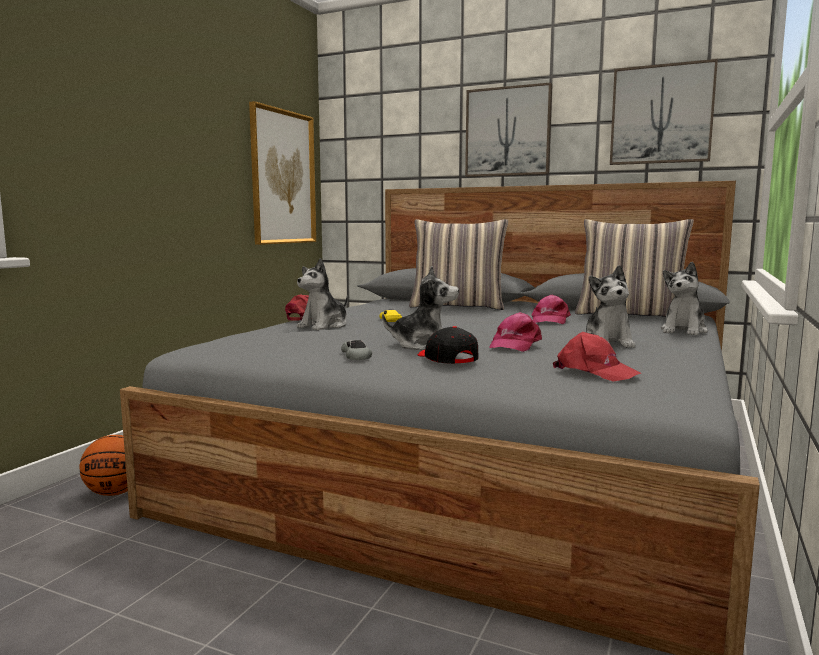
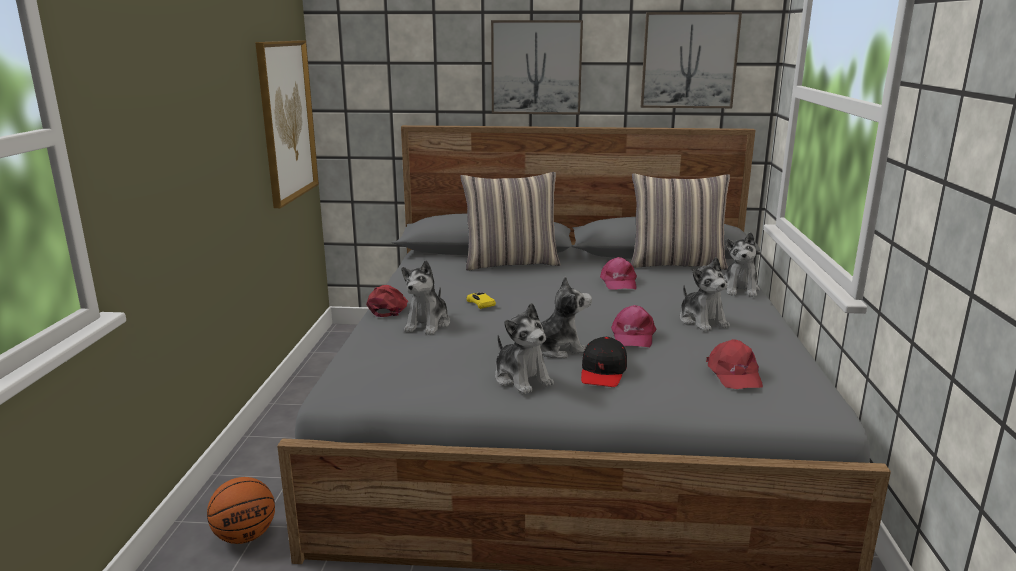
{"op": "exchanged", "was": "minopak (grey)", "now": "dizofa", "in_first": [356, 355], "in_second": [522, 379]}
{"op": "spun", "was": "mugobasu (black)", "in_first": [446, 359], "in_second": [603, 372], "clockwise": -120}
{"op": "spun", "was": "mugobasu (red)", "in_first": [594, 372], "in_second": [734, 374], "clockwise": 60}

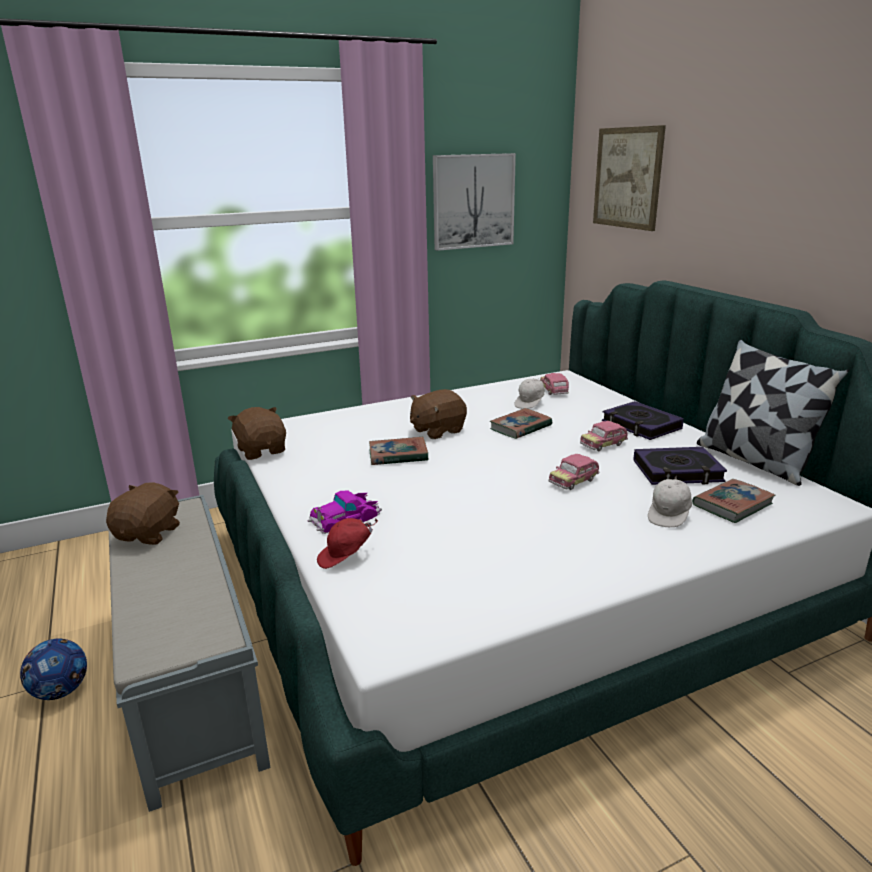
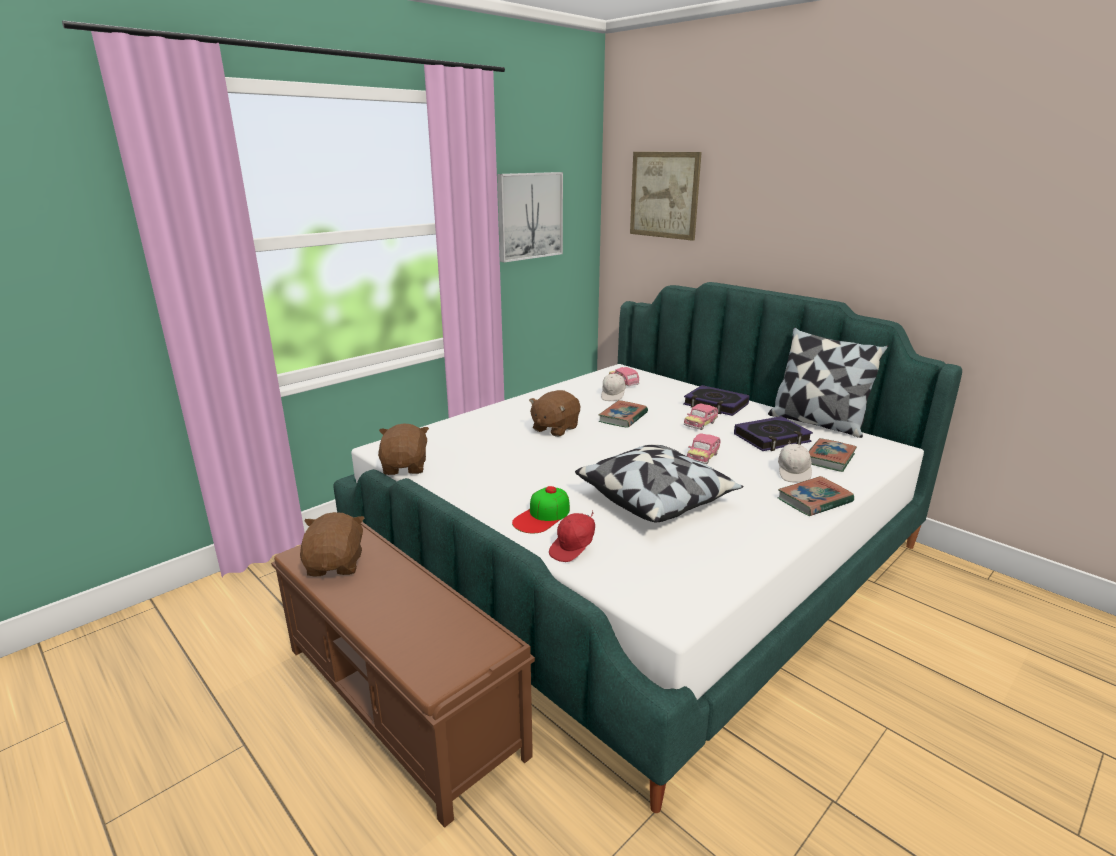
{"op": "missing", "was": "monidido", "in_first": [61, 691]}
{"op": "appeared", "now": "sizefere", "in_second": [656, 499]}
{"op": "relocated", "was": "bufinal", "in_first": [398, 455], "in_second": [814, 500]}
{"op": "exchanged", "was": "minopak", "now": "mugobasu", "in_first": [345, 518], "in_second": [542, 516]}
{"op": "colour", "was": "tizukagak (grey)", "now": "tizukagak (brown)", "in_first": [191, 679], "in_second": [402, 700]}
{"op": "spun", "was": "dizofa (brown)", "in_first": [262, 450], "in_second": [405, 467], "clockwise": 45}

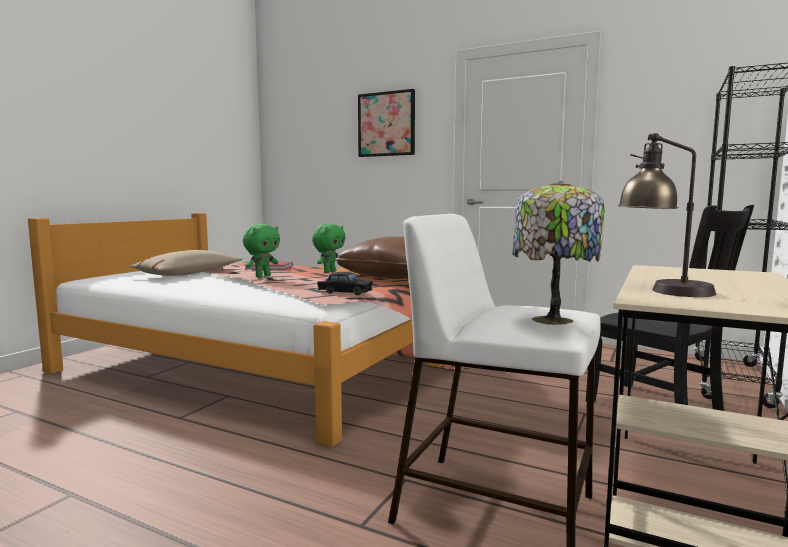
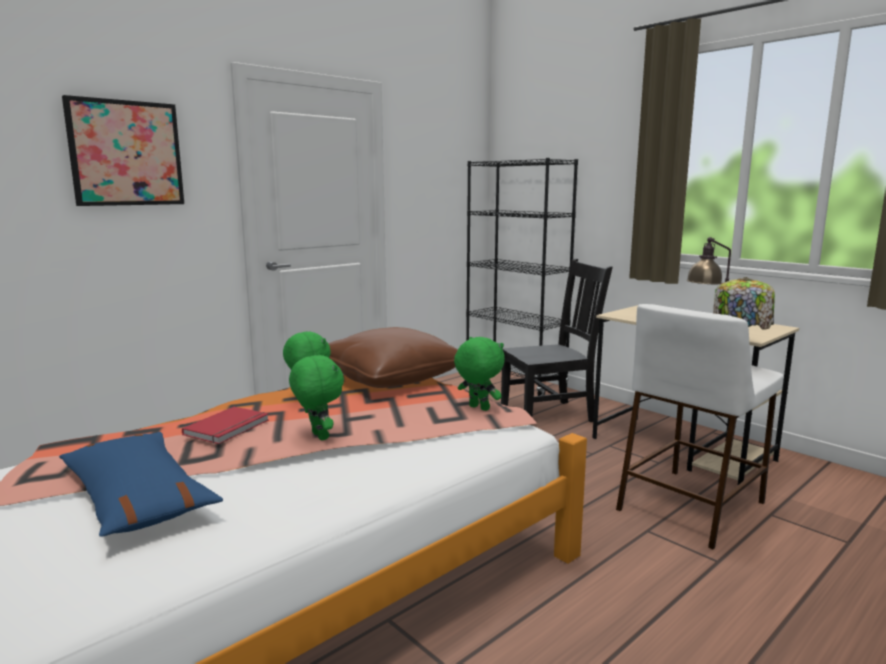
{"op": "exchanged", "was": "minopak (black)", "now": "dizofa (green)", "in_first": [345, 292], "in_second": [478, 408]}
{"op": "colour", "was": "sizefere (beige)", "now": "sizefere (blue)", "in_first": [189, 274], "in_second": [137, 498]}

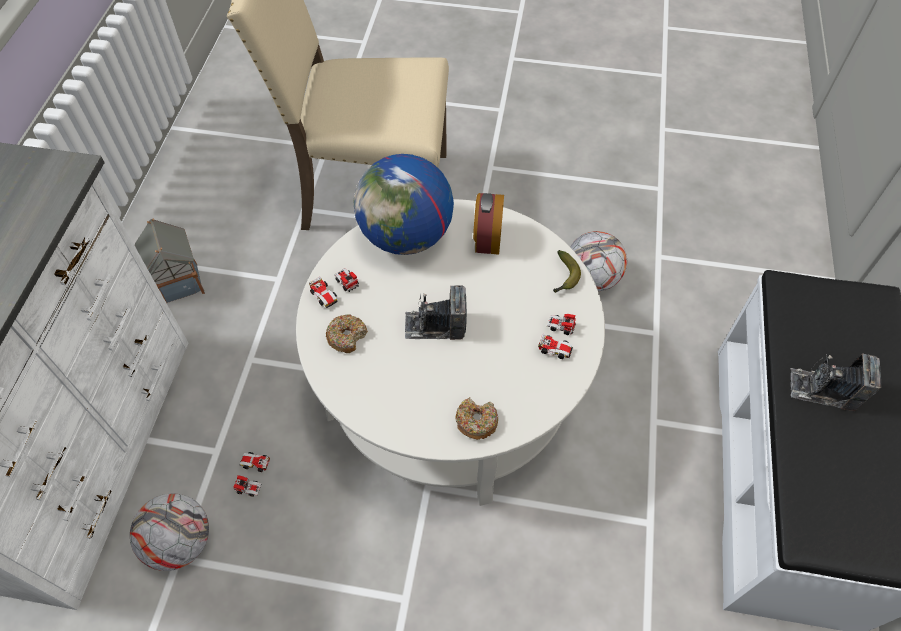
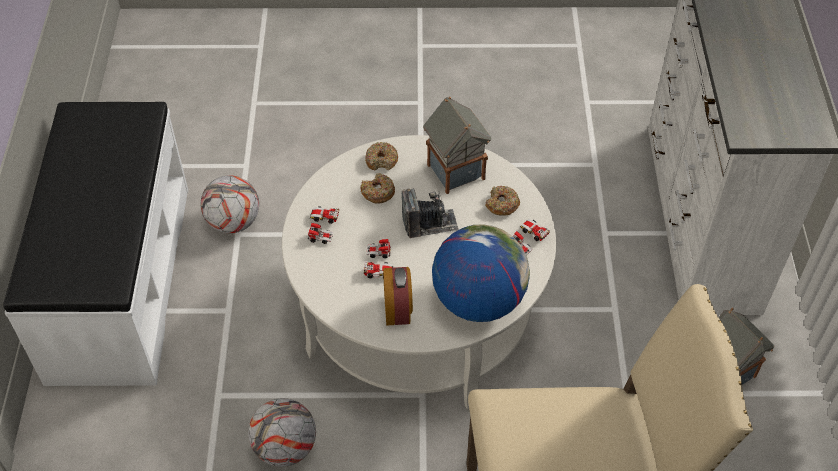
{"op": "missing", "was": "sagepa", "in_first": [564, 277]}
{"op": "missing", "was": "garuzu", "in_first": [823, 390]}
{"op": "appeared", "now": "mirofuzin", "in_second": [378, 192]}
{"op": "appeared", "now": "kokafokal", "in_second": [455, 171]}
{"op": "relocated", "was": "monidido", "in_first": [180, 542], "in_second": [234, 222]}
{"op": "relocated", "was": "minopak", "in_first": [252, 475], "in_second": [379, 263]}

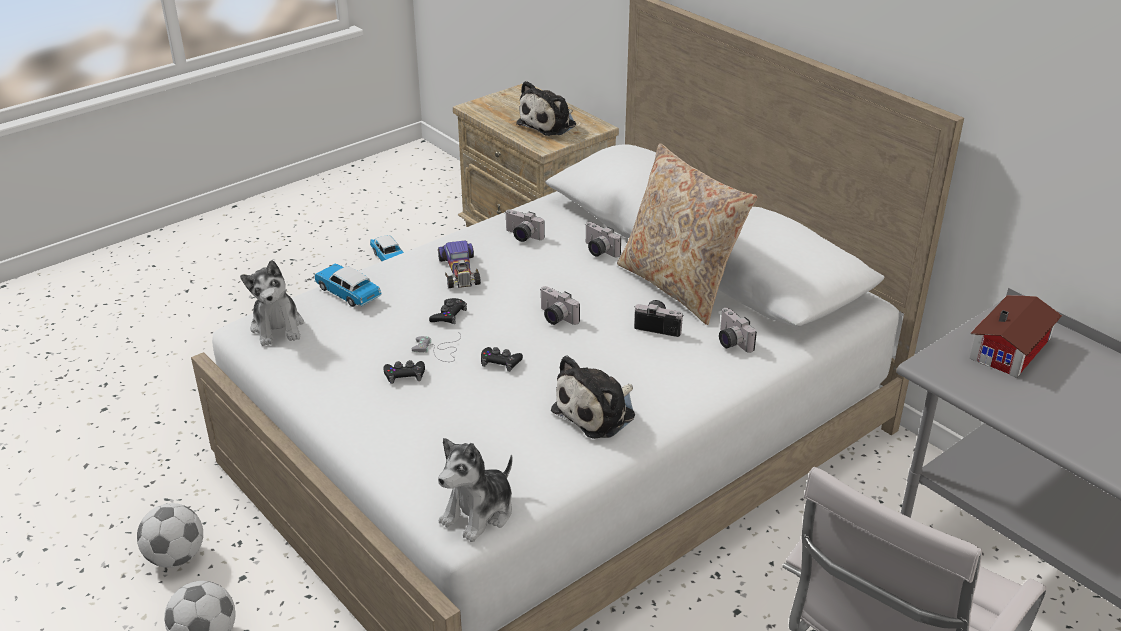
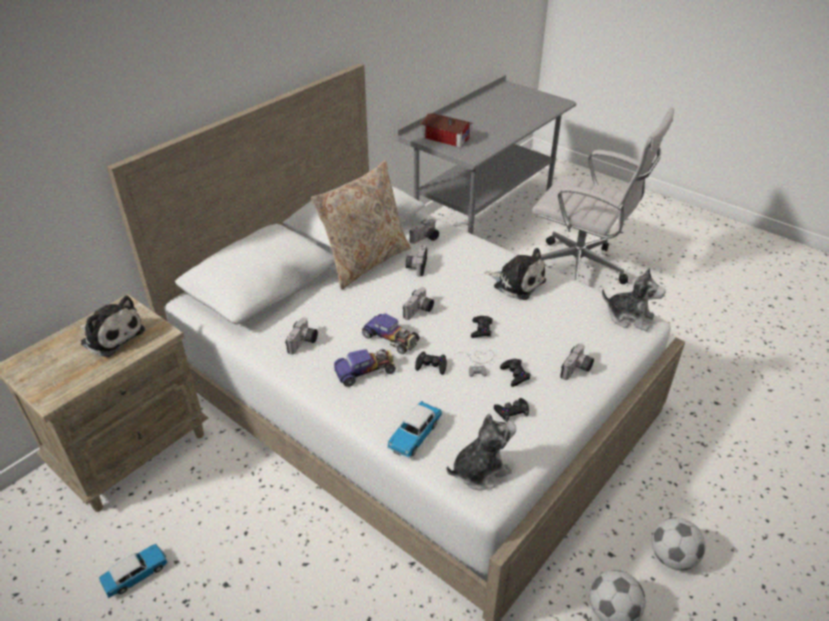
{"op": "appeared", "now": "minopak", "in_second": [391, 338]}
{"op": "appeared", "now": "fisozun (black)", "in_second": [512, 412]}
{"op": "relocated", "was": "garuzu", "in_first": [598, 251], "in_second": [577, 370]}

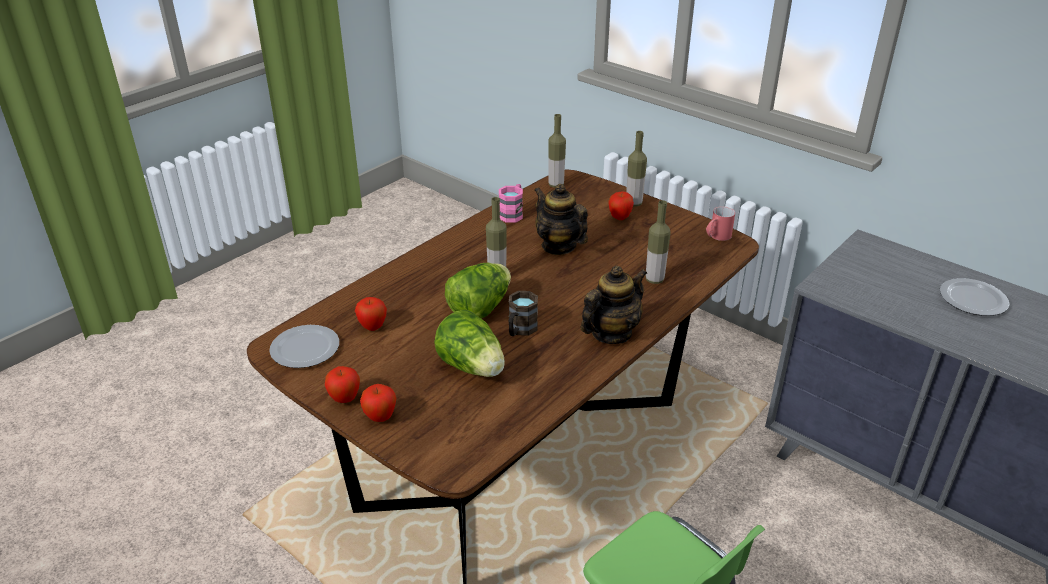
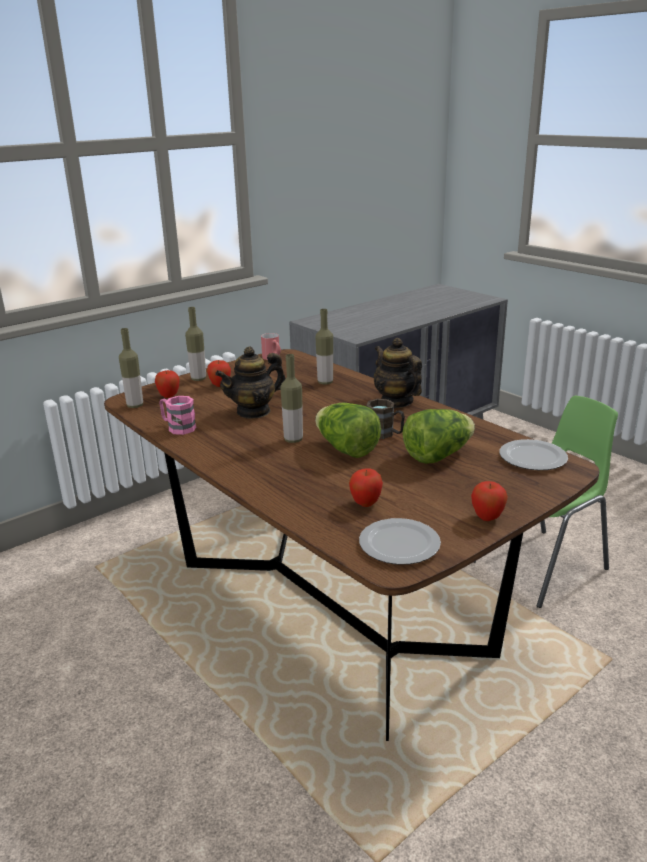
{"op": "relocated", "was": "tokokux", "in_first": [380, 418], "in_second": [169, 396]}
{"op": "relocated", "was": "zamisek", "in_first": [973, 300], "in_second": [534, 457]}

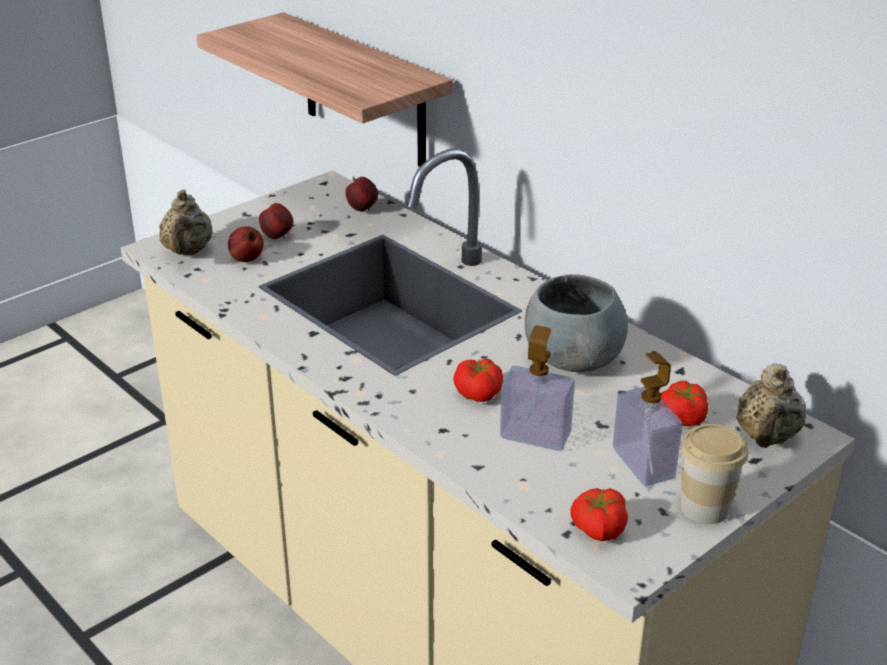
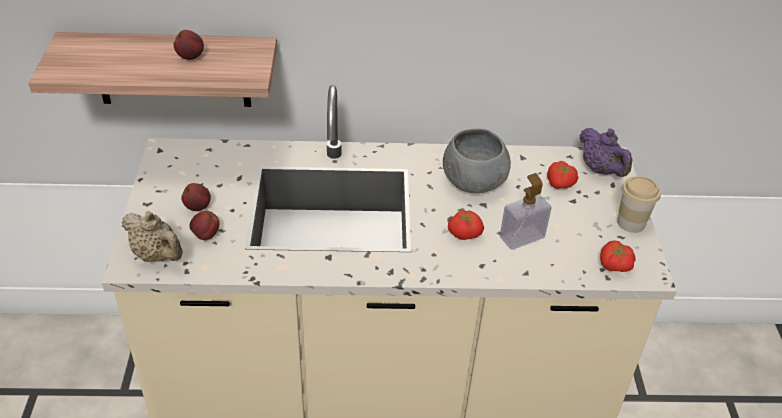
{"op": "missing", "was": "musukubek", "in_first": [643, 463]}
{"op": "relocated", "was": "tokokux", "in_first": [363, 209], "in_second": [190, 57]}
{"op": "colour", "was": "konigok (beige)", "now": "konigok (purple)", "in_first": [766, 437], "in_second": [601, 170]}

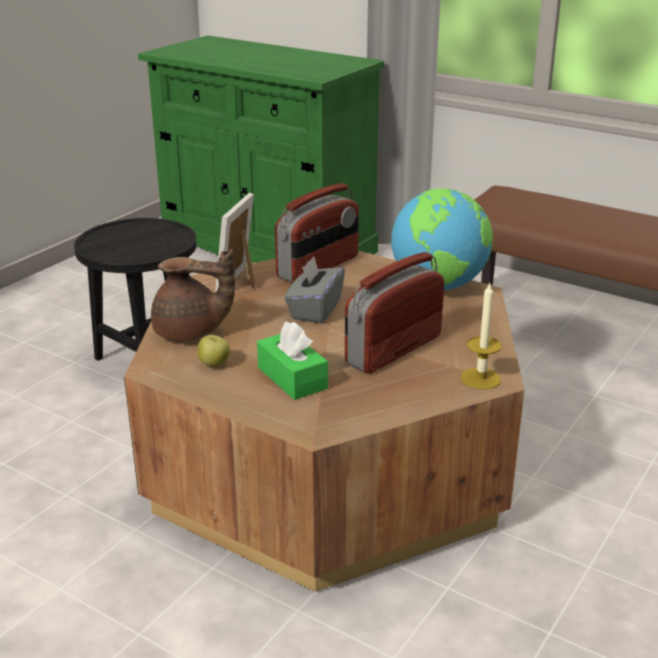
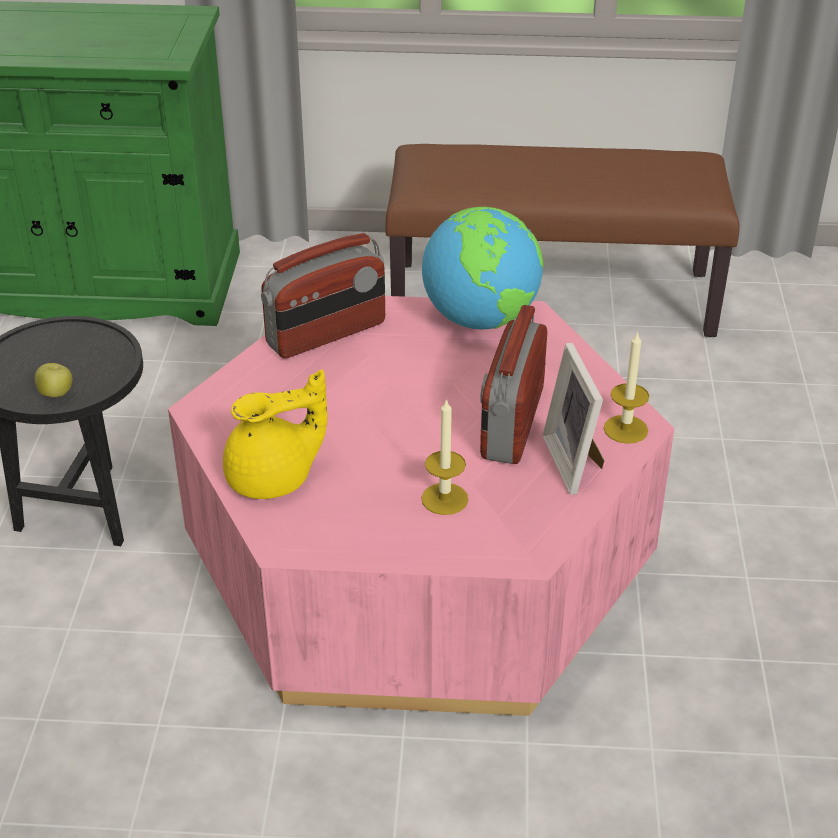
{"op": "missing", "was": "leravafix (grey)", "in_first": [315, 310]}
{"op": "relocated", "was": "tokokux", "in_first": [214, 364], "in_second": [56, 394]}
{"op": "relocated", "was": "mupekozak", "in_first": [242, 282], "in_second": [576, 462]}
{"op": "exchanged", "was": "leravafix (green)", "now": "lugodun", "in_first": [292, 378], "in_second": [444, 499]}
{"op": "colour", "was": "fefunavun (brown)", "now": "fefunavun (pink)", "in_first": [328, 462], "in_second": [419, 563]}
{"op": "colour", "was": "konigok (brown)", "now": "konigok (yellow)", "in_first": [191, 332], "in_second": [274, 479]}
{"op": "spun", "was": "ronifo", "in_first": [318, 267], "in_second": [327, 334], "clockwise": 45}

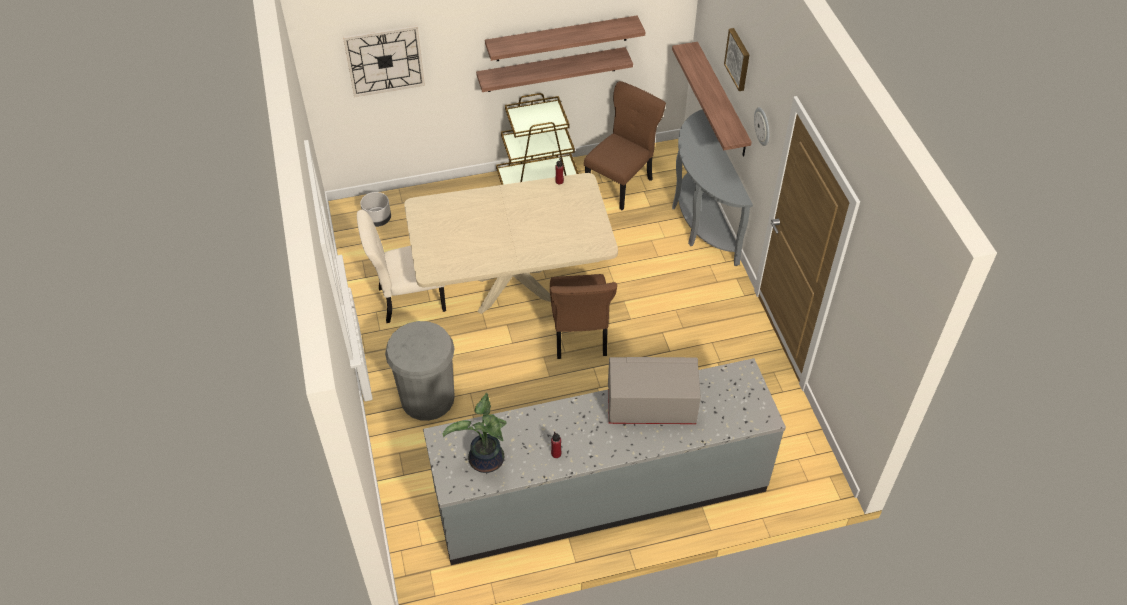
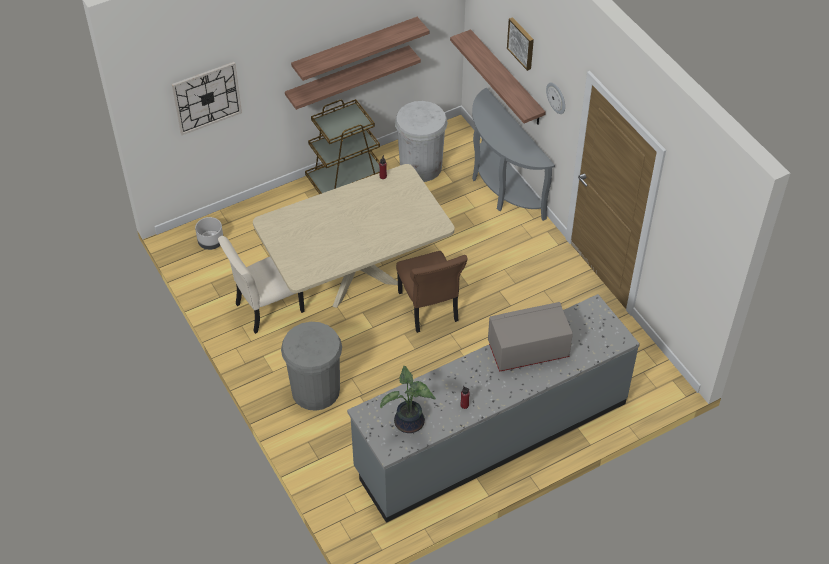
{"op": "exchanged", "was": "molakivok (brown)", "now": "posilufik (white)", "in_first": [621, 184], "in_second": [420, 166]}

